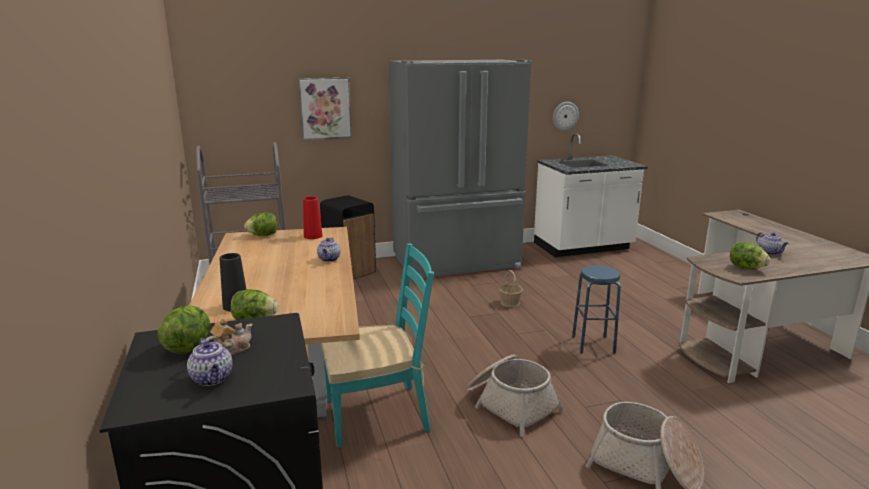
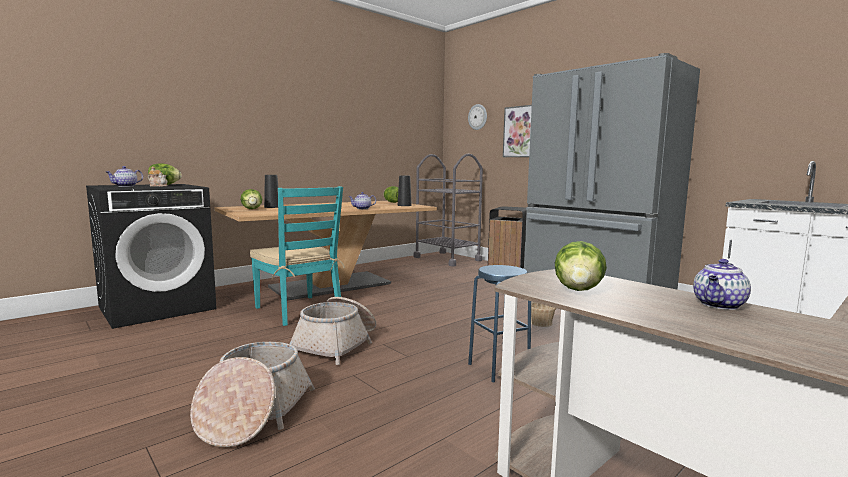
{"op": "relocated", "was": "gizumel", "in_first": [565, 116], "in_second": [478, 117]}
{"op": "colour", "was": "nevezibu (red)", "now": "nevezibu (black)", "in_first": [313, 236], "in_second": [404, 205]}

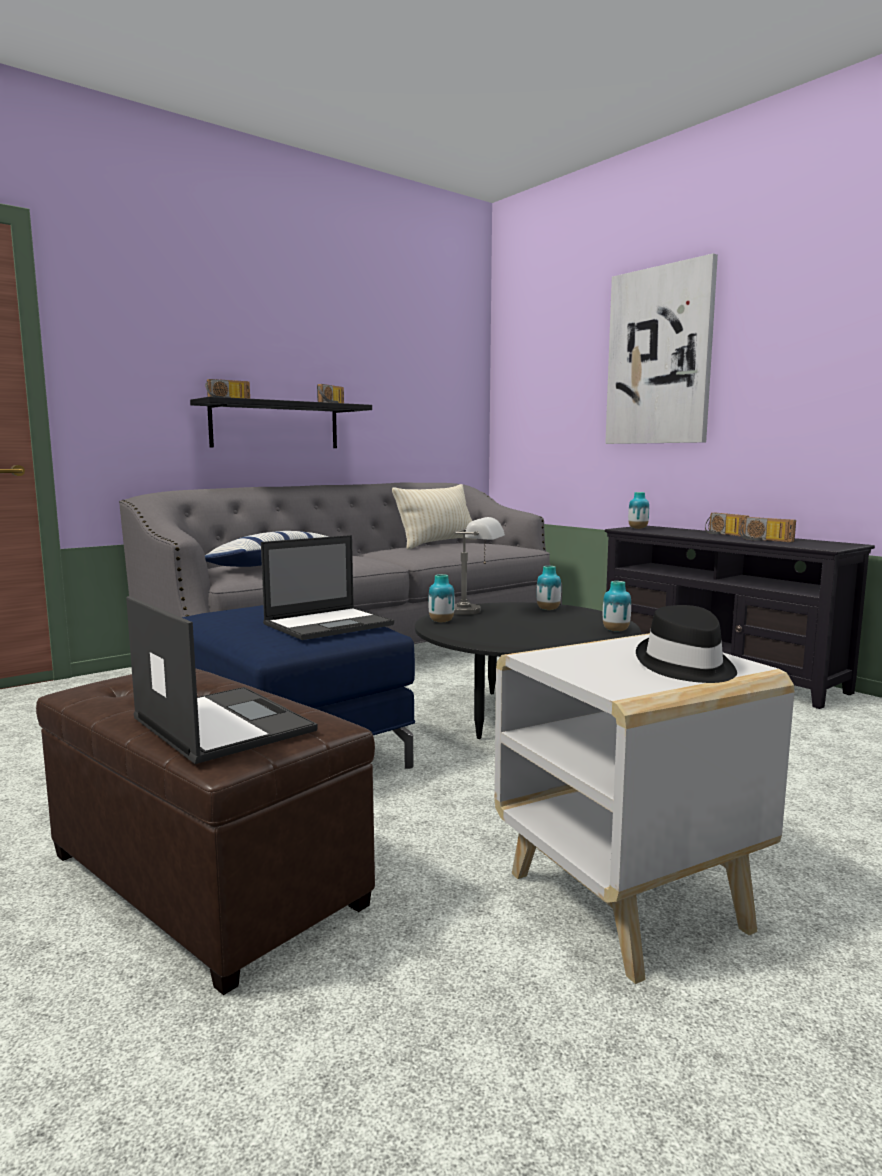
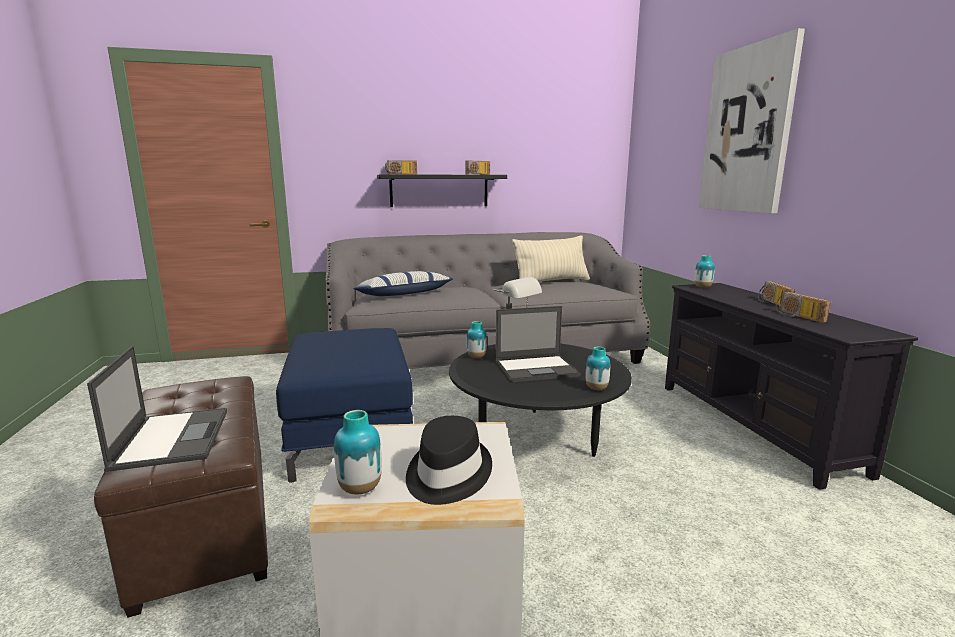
{"op": "relocated", "was": "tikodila", "in_first": [329, 624], "in_second": [537, 368]}
{"op": "relocated", "was": "nevezibu", "in_first": [548, 609], "in_second": [360, 488]}

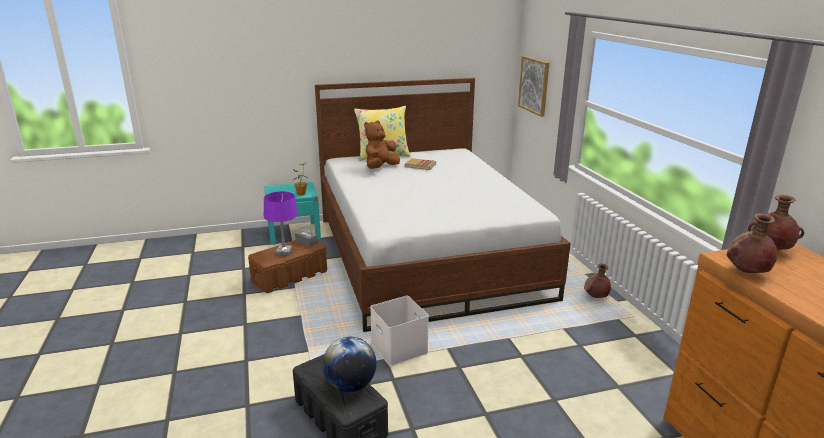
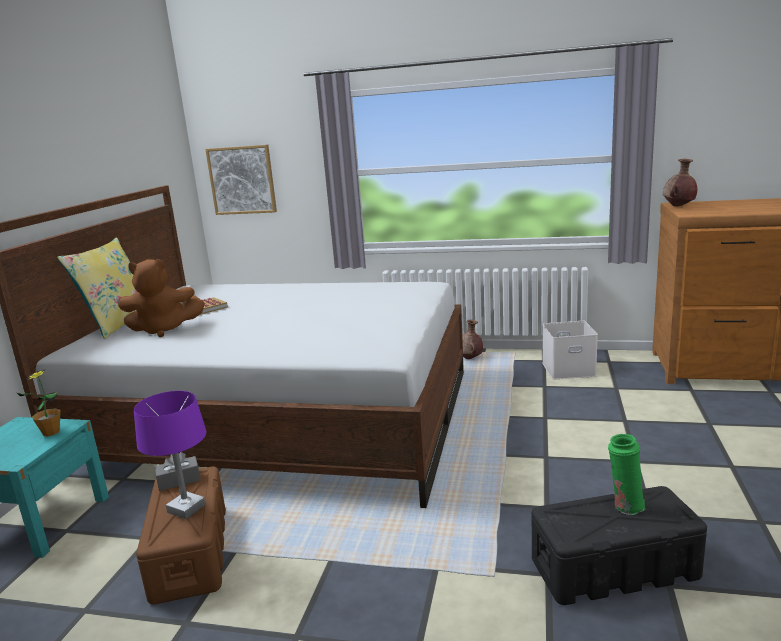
{"op": "missing", "was": "nevezibu (brown)", "in_first": [746, 272]}
{"op": "relocated", "was": "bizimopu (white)", "in_first": [400, 348], "in_second": [569, 369]}
{"op": "exchanged", "was": "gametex", "now": "nevezibu (green)", "in_first": [350, 385], "in_second": [625, 505]}
{"op": "spun", "was": "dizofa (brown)", "in_first": [380, 167], "in_second": [164, 330], "clockwise": -75}

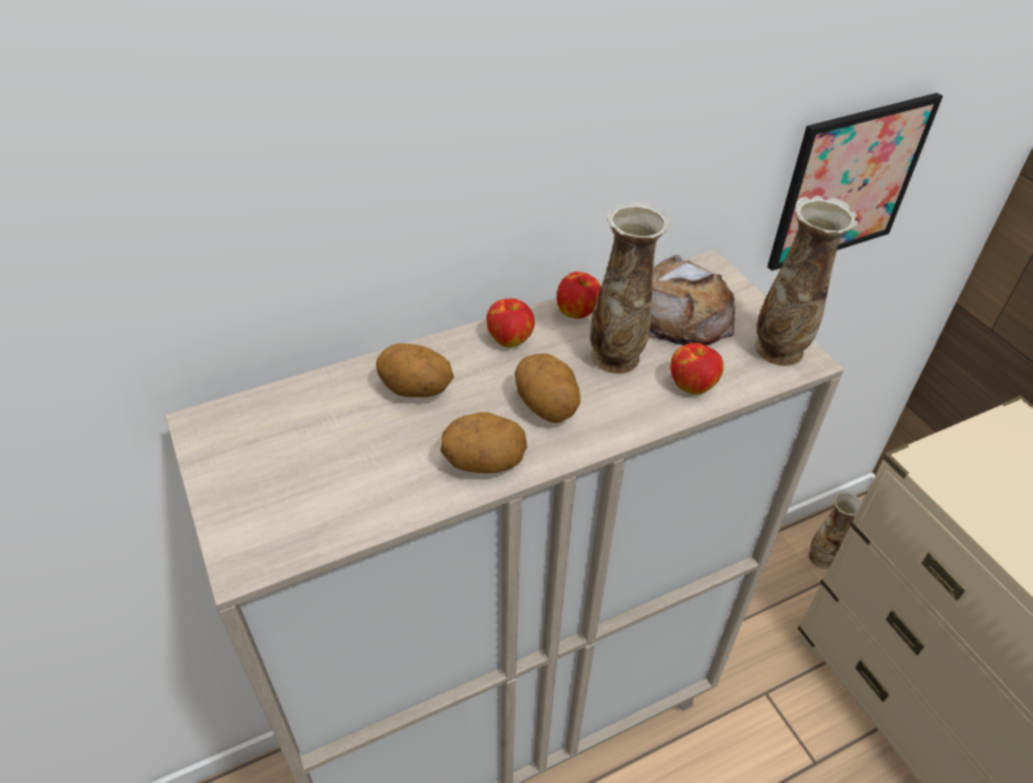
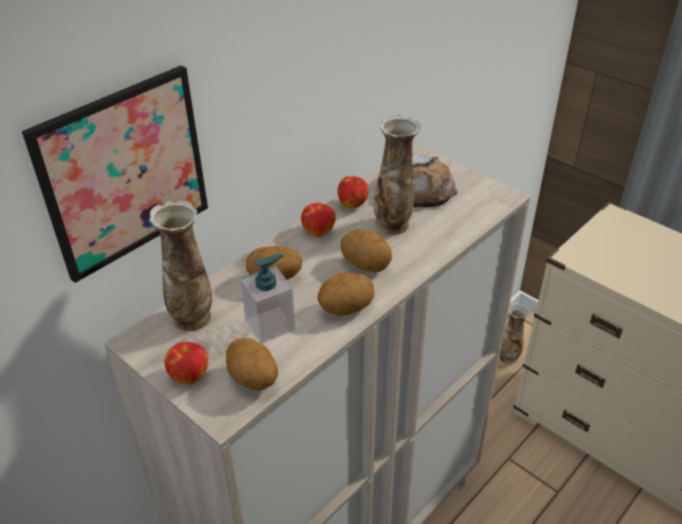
{"op": "appeared", "now": "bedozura", "in_second": [252, 380]}
{"op": "appeared", "now": "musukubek", "in_second": [270, 324]}
{"op": "relocated", "was": "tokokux", "in_first": [692, 384], "in_second": [189, 375]}
{"op": "relocated", "was": "nevezibu", "in_first": [779, 350], "in_second": [192, 318]}
{"op": "relocated", "was": "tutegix", "in_first": [848, 182], "in_second": [125, 173]}

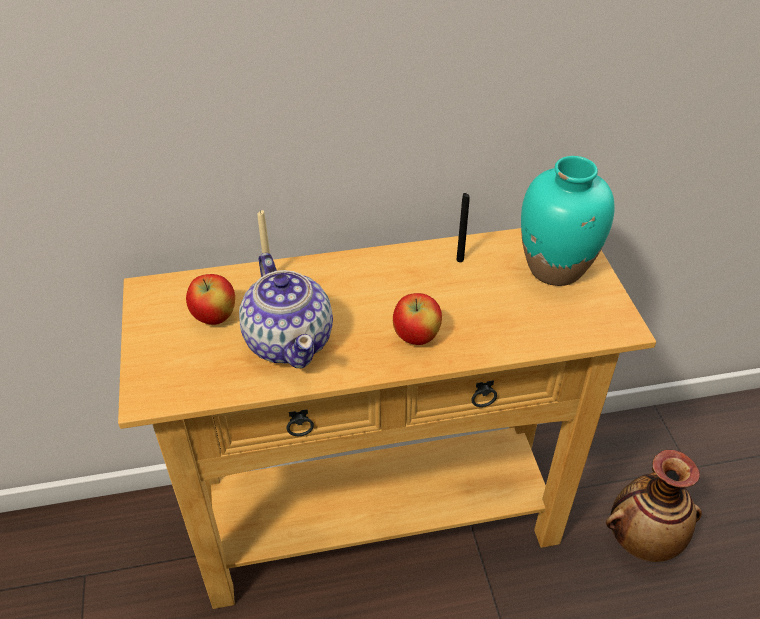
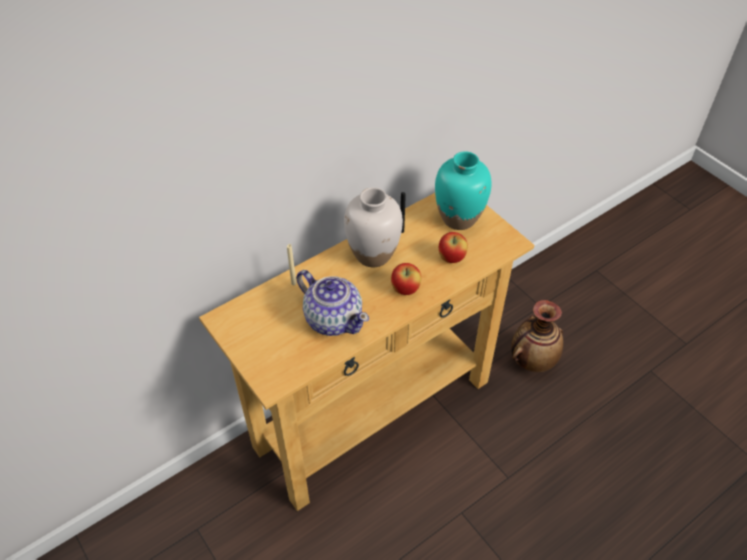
{"op": "appeared", "now": "nevezibu (white)", "in_second": [373, 255]}
{"op": "relocated", "was": "tokokux", "in_first": [215, 317], "in_second": [451, 258]}

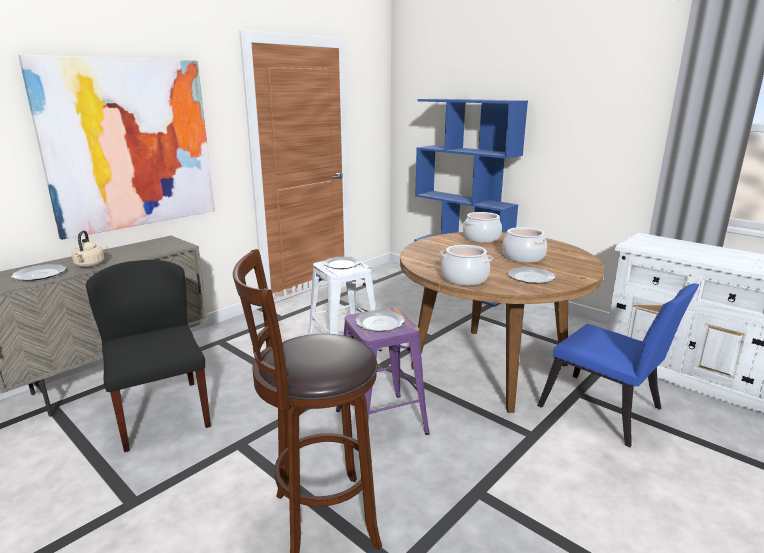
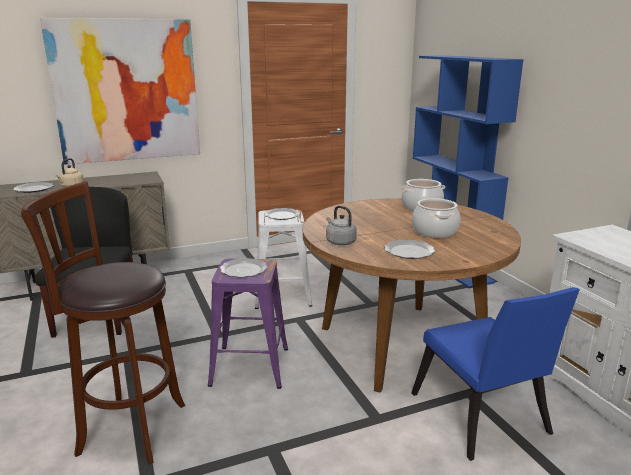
{"op": "exchanged", "was": "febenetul", "now": "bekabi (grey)", "in_first": [464, 279], "in_second": [339, 242]}

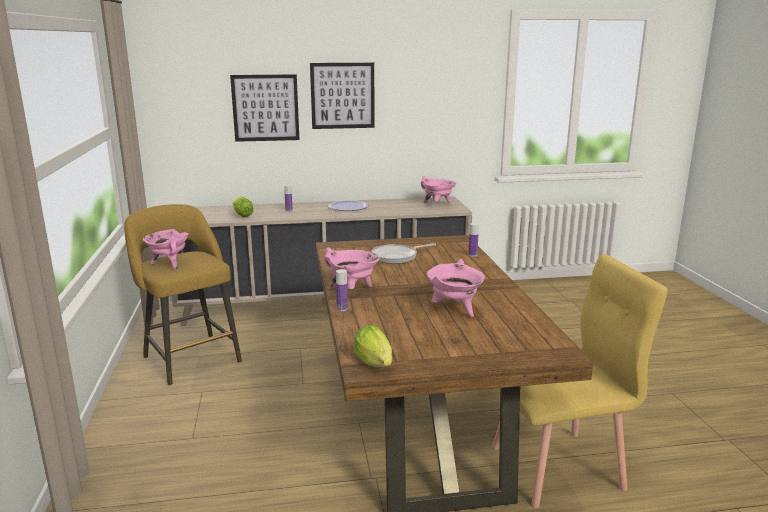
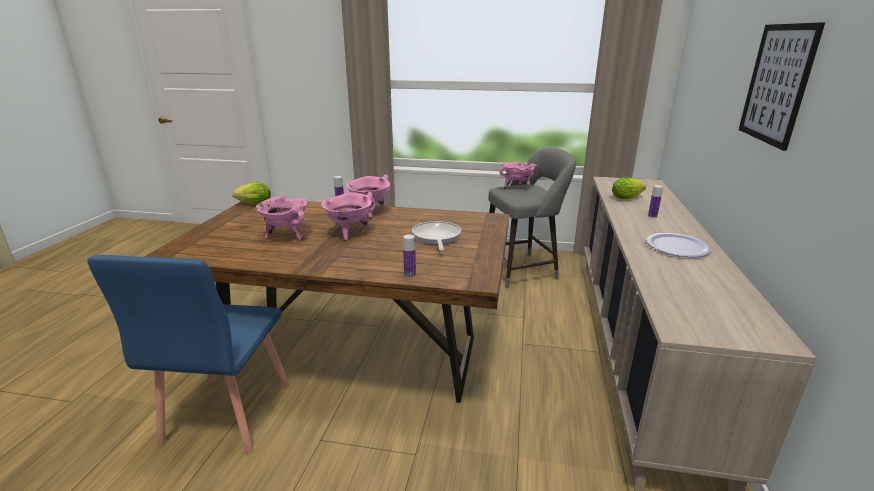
{"op": "missing", "was": "tutegix", "in_first": [265, 108]}
{"op": "relocated", "was": "febenetul (pink)", "in_first": [437, 204], "in_second": [350, 233]}
{"op": "colour", "was": "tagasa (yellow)", "now": "tagasa (grey)", "in_first": [189, 357], "in_second": [523, 270]}
{"op": "colour", "was": "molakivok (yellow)", "now": "molakivok (blue)", "in_first": [558, 467], "in_second": [227, 413]}

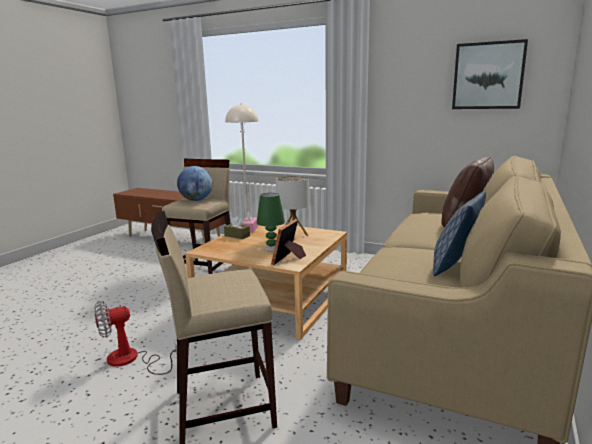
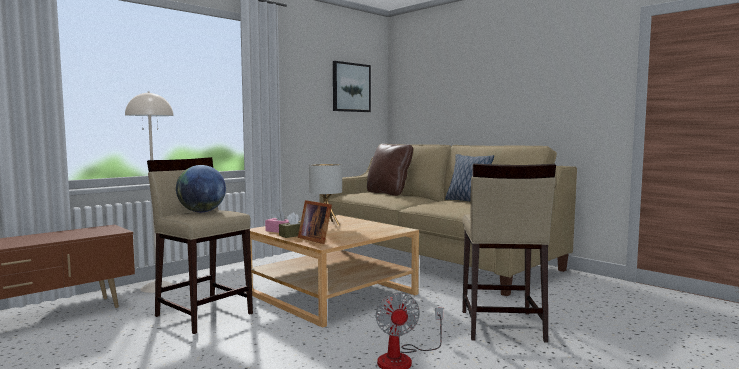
{"op": "missing", "was": "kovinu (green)", "in_first": [271, 249]}
{"op": "relocated", "was": "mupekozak", "in_first": [289, 259], "in_second": [316, 239]}

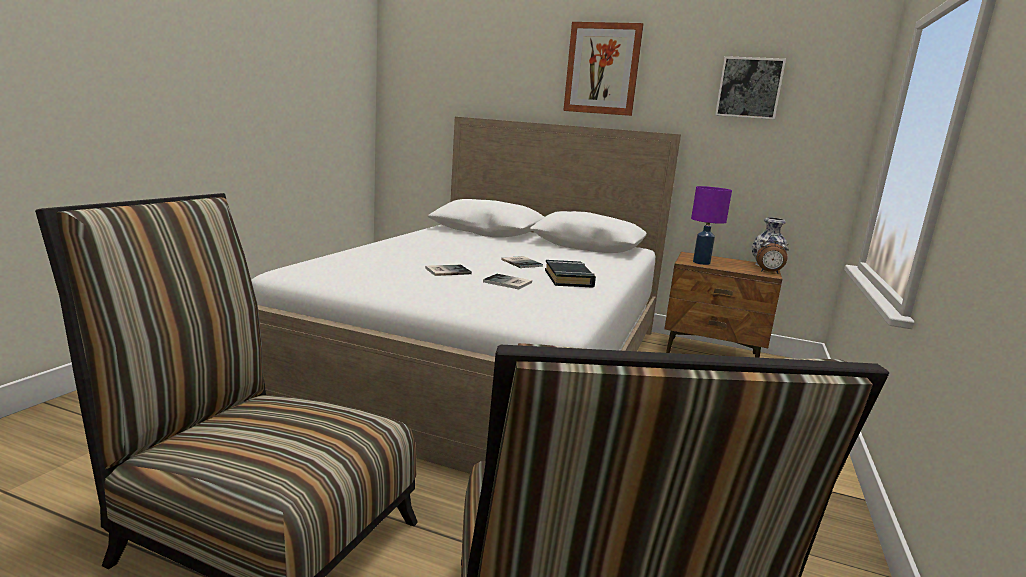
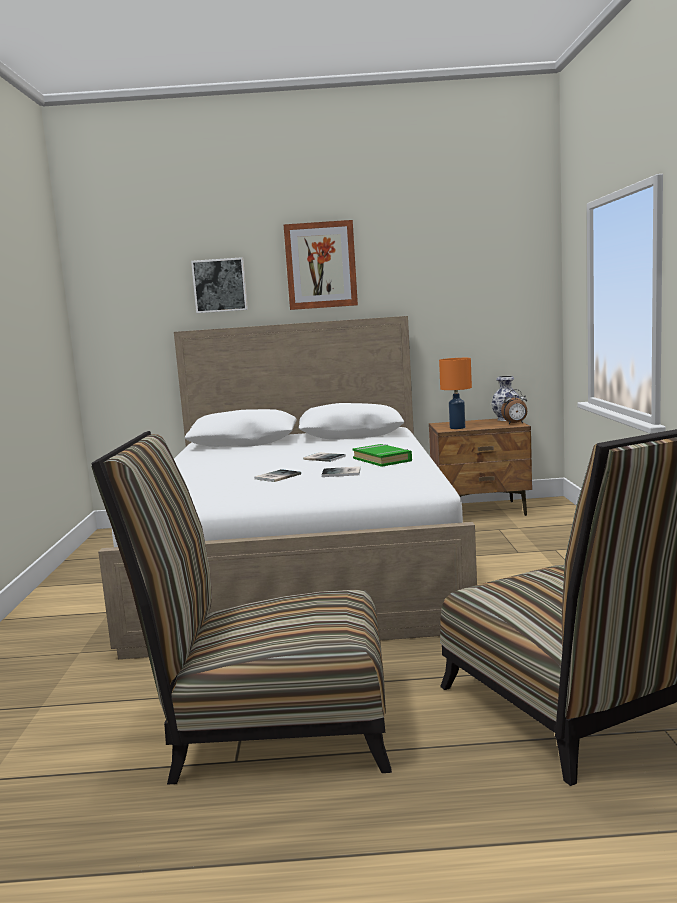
{"op": "relocated", "was": "tutegix", "in_first": [749, 88], "in_second": [220, 285]}
{"op": "colour", "was": "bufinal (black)", "now": "bufinal (green)", "in_first": [569, 278], "in_second": [382, 460]}
{"op": "colour", "was": "kovinu (purple)", "now": "kovinu (orange)", "in_first": [702, 263], "in_second": [458, 427]}

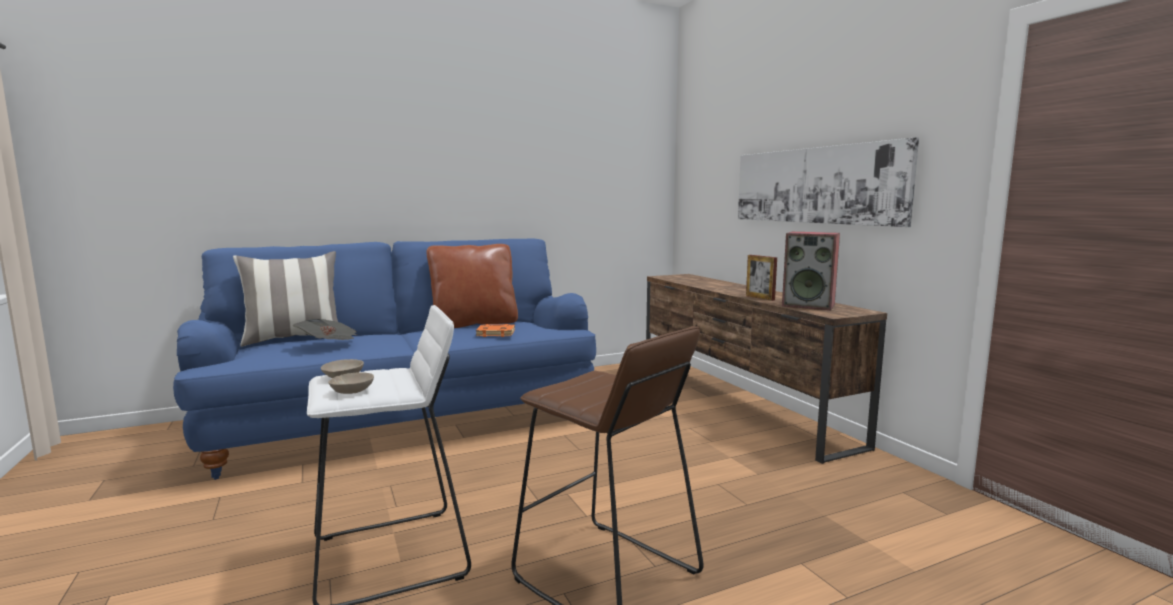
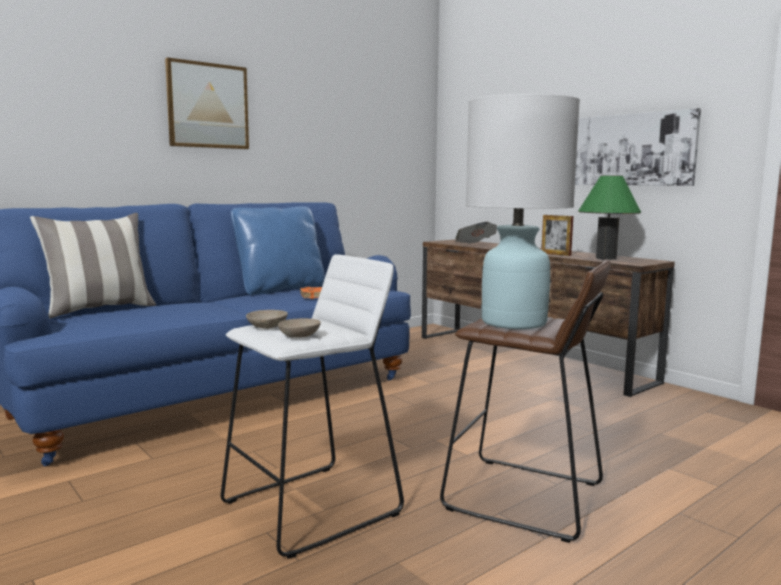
{"op": "appeared", "now": "tutegix", "in_second": [207, 106]}
{"op": "appeared", "now": "kovinu (white)", "in_second": [513, 322]}
{"op": "relocated", "was": "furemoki", "in_first": [329, 346], "in_second": [475, 245]}
{"op": "exchanged", "was": "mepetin", "now": "kovinu (green)", "in_first": [809, 305], "in_second": [606, 258]}
{"op": "colour", "was": "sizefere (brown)", "now": "sizefere (blue)", "in_first": [474, 323], "in_second": [280, 289]}

